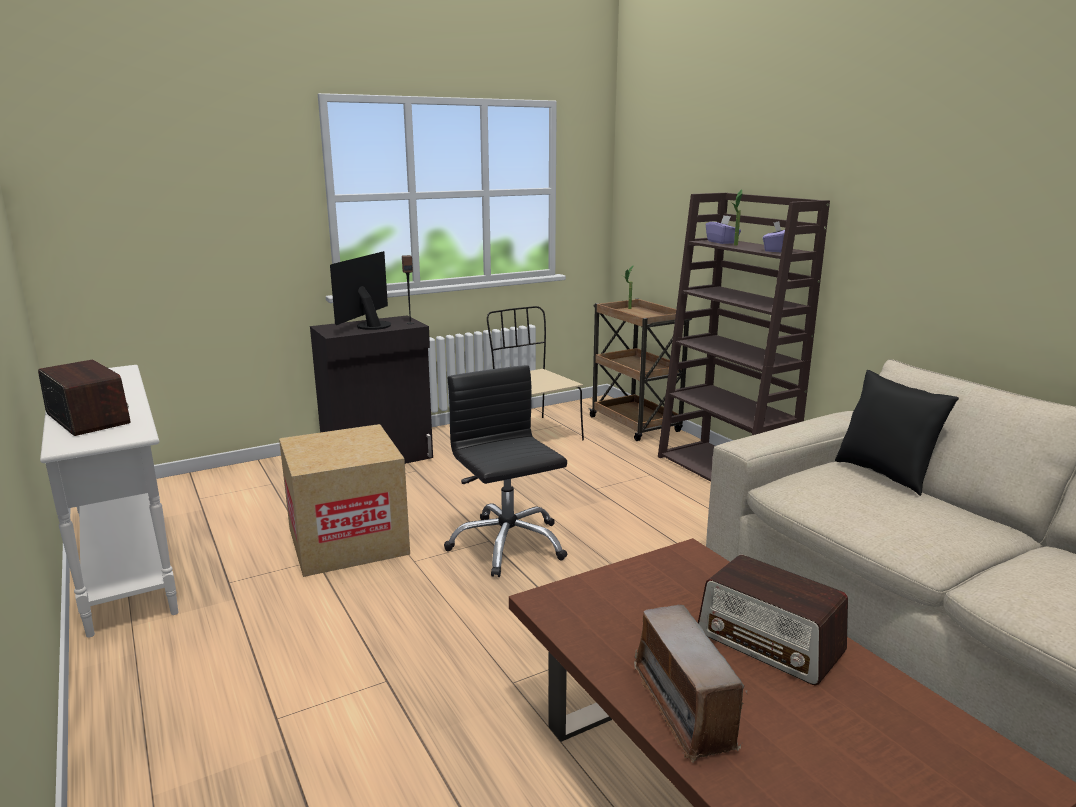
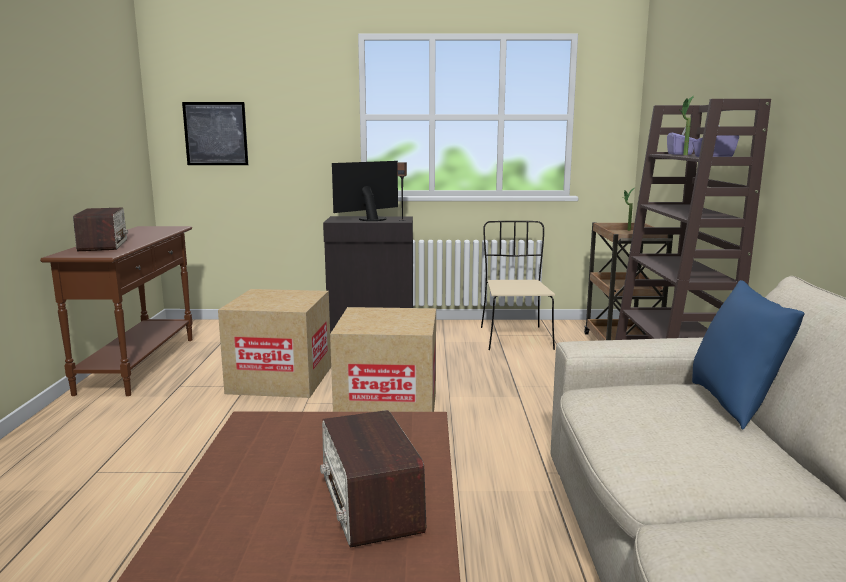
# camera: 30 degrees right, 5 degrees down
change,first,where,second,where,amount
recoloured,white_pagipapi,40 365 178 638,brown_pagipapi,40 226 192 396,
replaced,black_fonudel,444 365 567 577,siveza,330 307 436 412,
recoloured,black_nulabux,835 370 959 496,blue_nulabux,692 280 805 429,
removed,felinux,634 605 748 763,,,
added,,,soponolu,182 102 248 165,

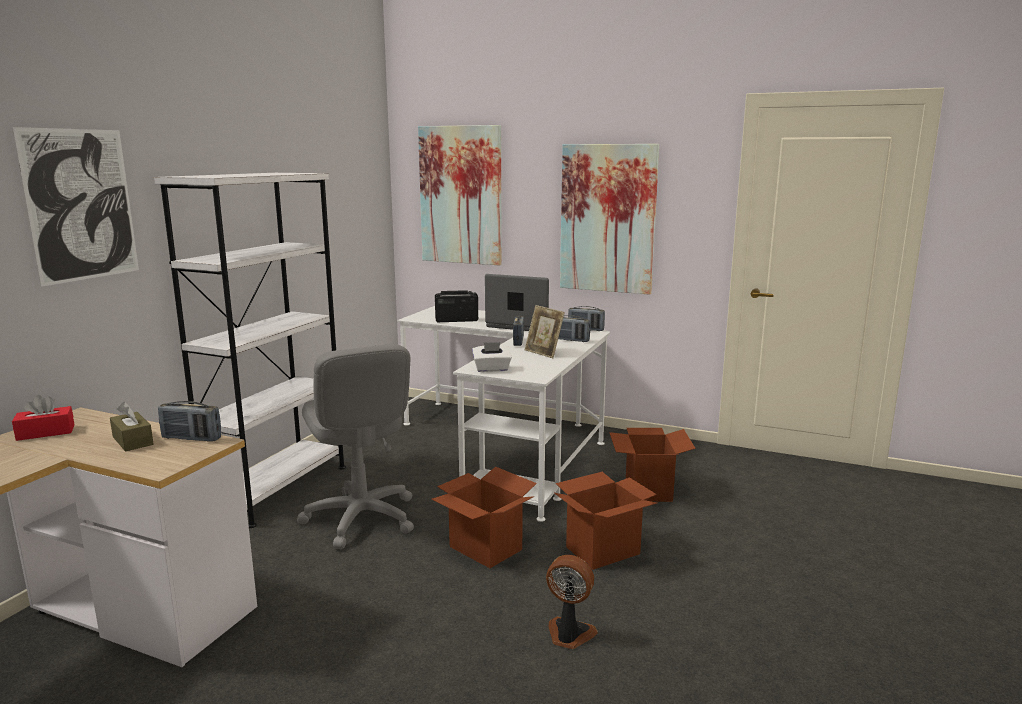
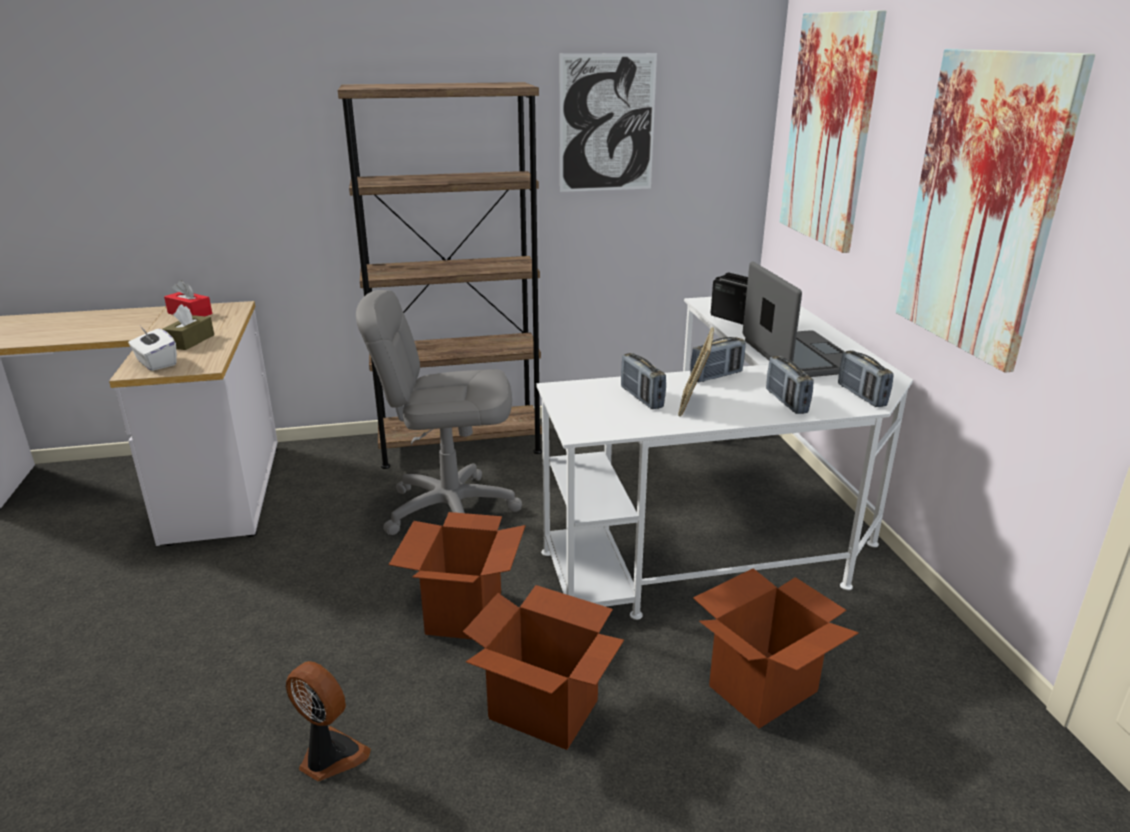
# camera: 55 degrees right, 10 degrees up
change,first,where,second,where,amount
moved,soponolu,12 127 139 287,,560 53 657 192,
recoloured,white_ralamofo,154 173 346 528,brown_ralamofo,338 82 542 469,
moved,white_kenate,472 342 512 372,,128 327 177 371,
turned,grey_fonudel,297 344 414 549,,356 290 522 535,60 degrees clockwise
moved,felinux,158 401 221 442,,621 353 666 409,
turned,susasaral,546 555 598 649,,286 661 371 781,45 degrees counterclockwise

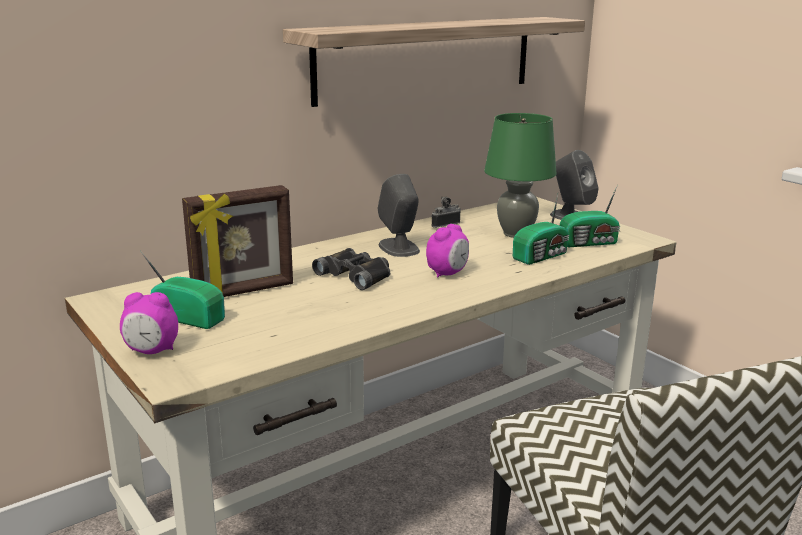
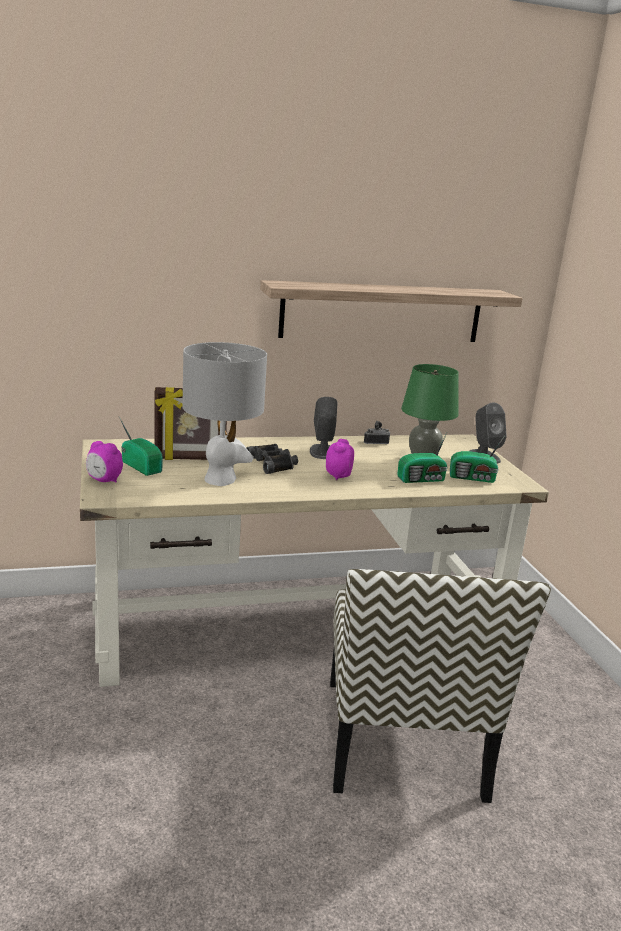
# camera: 20 degrees right, 0 degrees up
change,first,where,second,where,amount
turned,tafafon,426 224 469 277,,326 439 354 480,135 degrees clockwise
added,,,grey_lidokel,182 342 267 486,

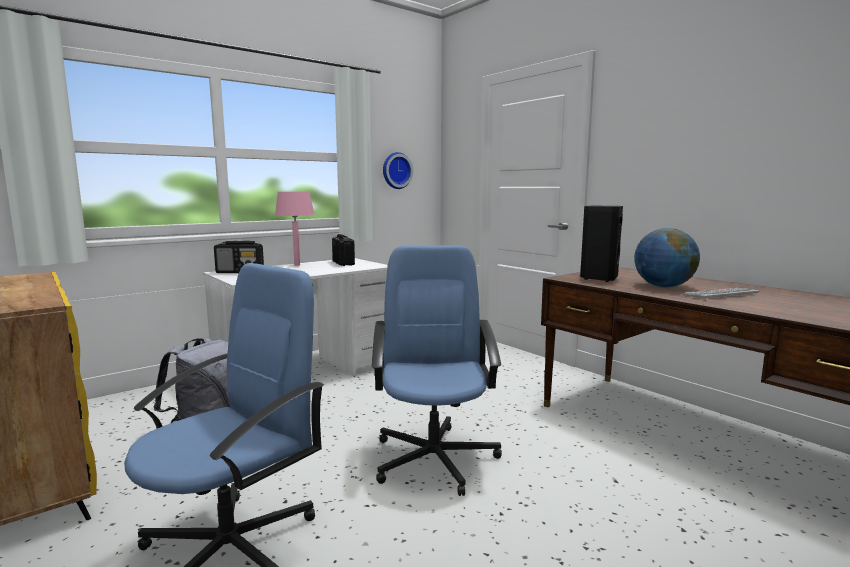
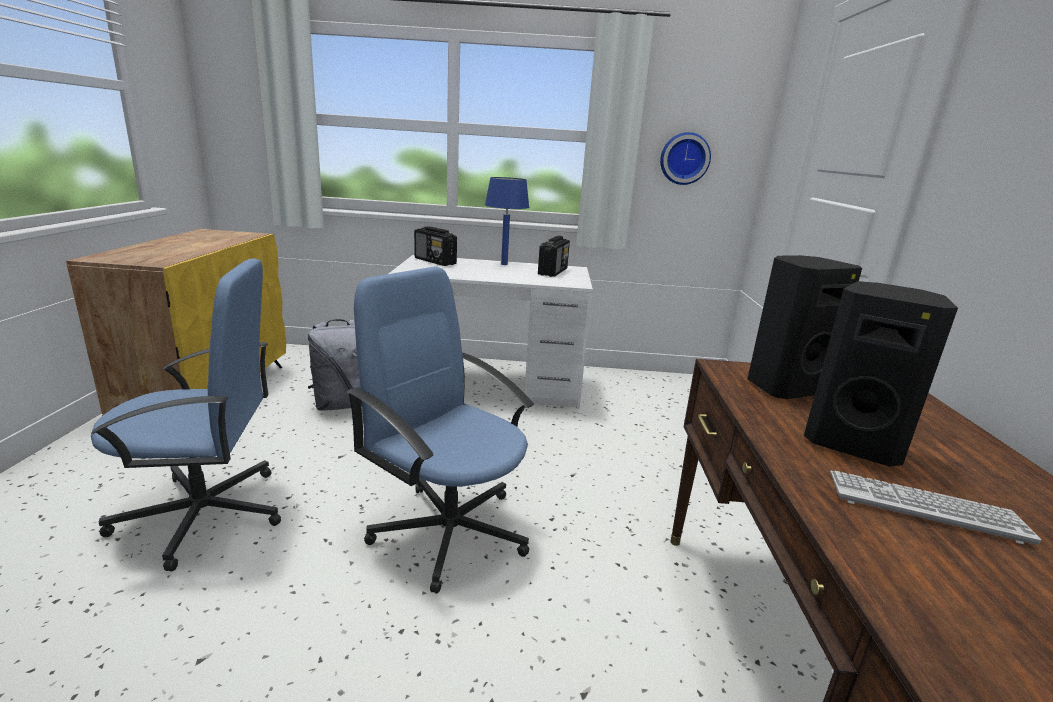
# camera: 40 degrees right, 10 degrees up
change,first,where,second,where,amount
recoloured,pink_lidokel,275 192 315 266,blue_lidokel,485 177 530 265,
replaced,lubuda,634 228 700 288,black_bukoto,804 281 958 467,
turned,blue_fonudel,372 246 502 496,,346 267 534 594,90 degrees counterclockwise

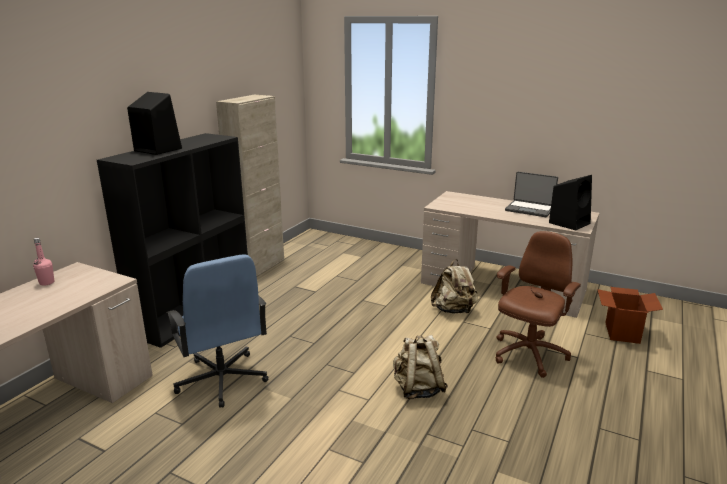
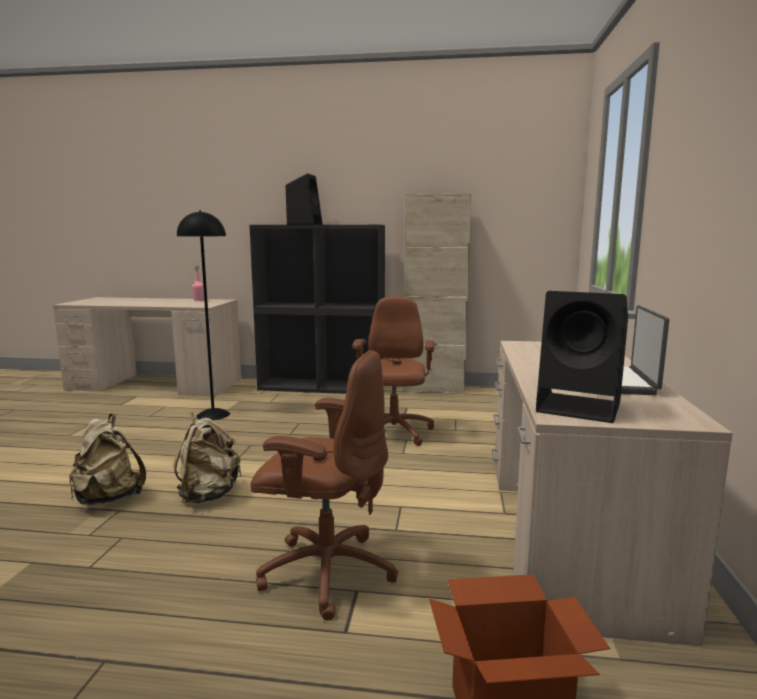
# camera: 70 degrees right, 10 degrees down
change,first,where,second,where,amount
replaced,blue_fonudel,166 254 269 408,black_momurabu,177 210 230 420,
moved,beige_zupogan,431 259 478 314,,69 414 146 505,
added,,,brown_fonudel,353 296 435 446,

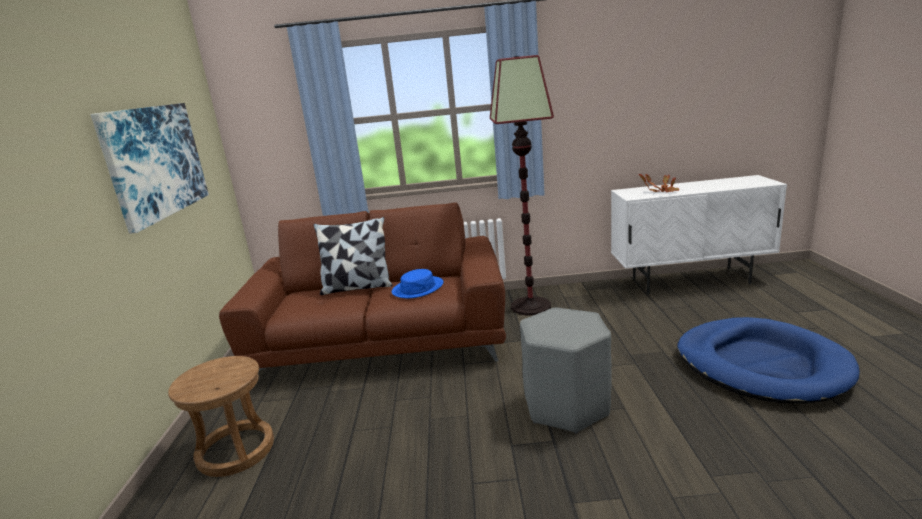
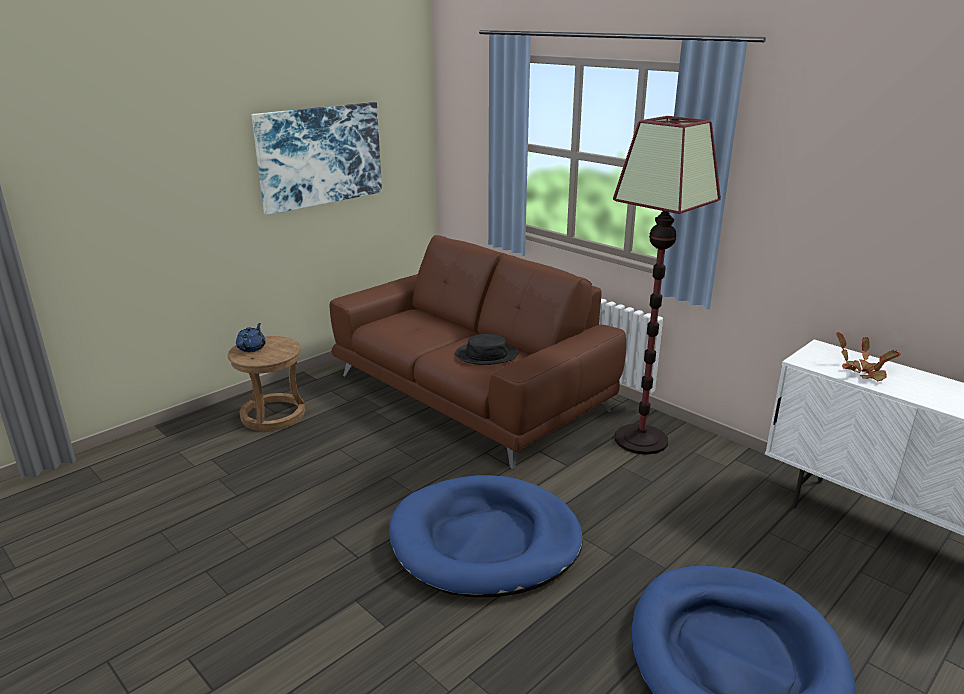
# camera: 45 degrees right, 5 degrees up
change,first,where,second,where,amount
removed,nulabux,314 217 393 295,,,
recoloured,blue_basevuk,392 269 444 298,black_basevuk,455 334 518 365,
replaced,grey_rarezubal,520 307 612 433,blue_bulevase,389 475 583 598,
added,,,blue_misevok,236 323 266 352,

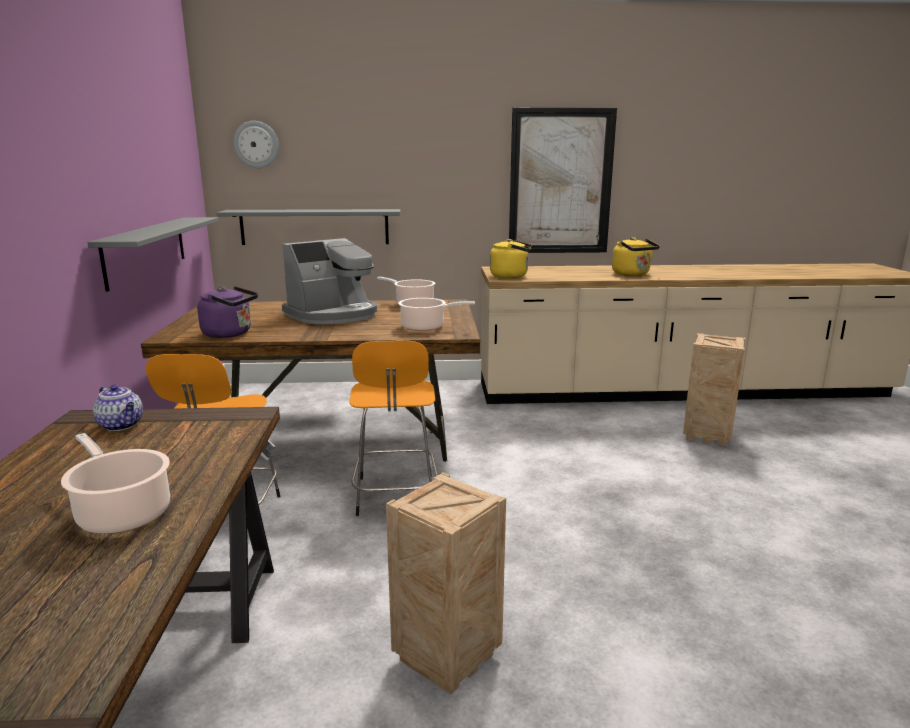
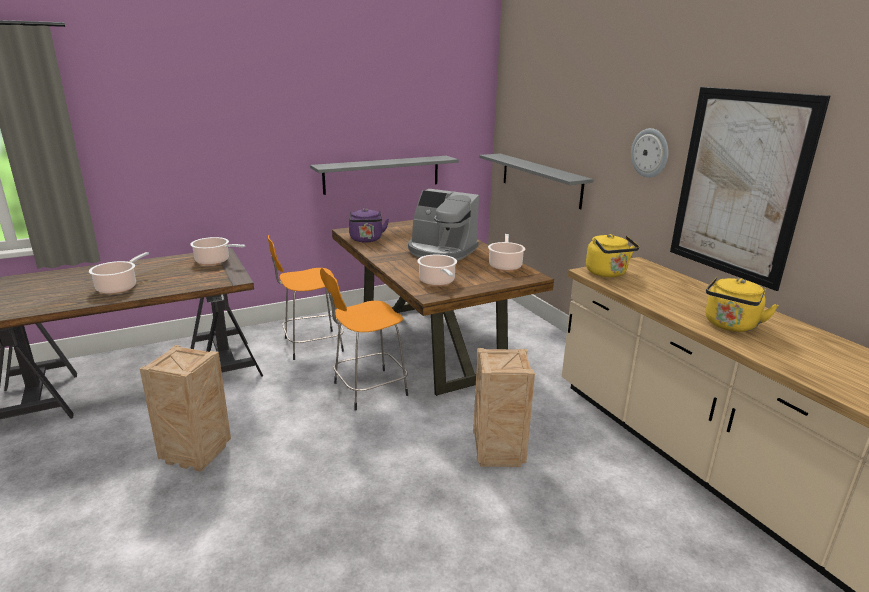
# camera: 65 degrees right, 5 degrees up
change,first,where,second,where,amount
moved,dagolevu,233 121 279 168,,631 128 668 178,
moved,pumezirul,683 333 745 446,,473 348 535 467,
replaced,misevok,93 385 143 431,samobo,190 237 245 265,

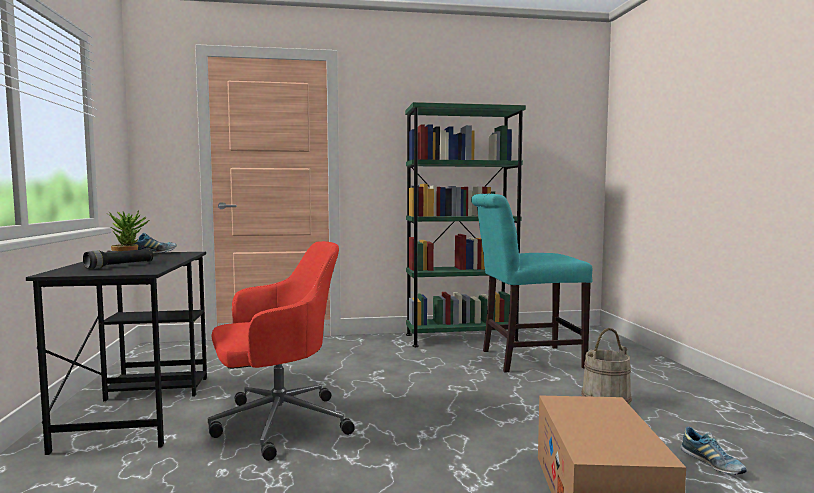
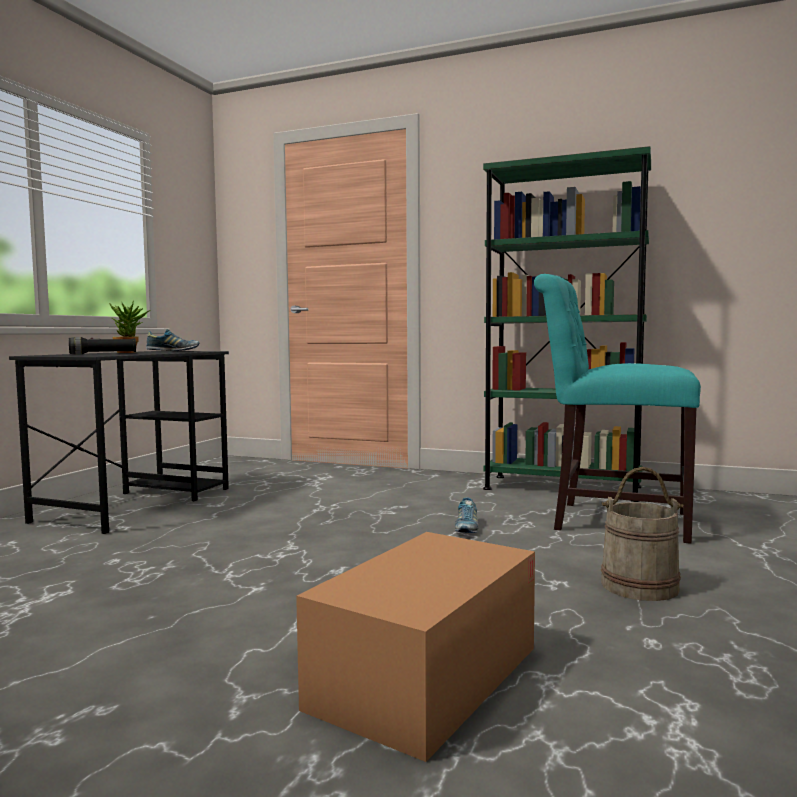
# camera: 30 degrees right, 0 degrees up
change,first,where,second,where,amount
removed,red_fonudel,208 241 355 461,,,
moved,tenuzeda,680 427 747 475,,455 497 479 533,

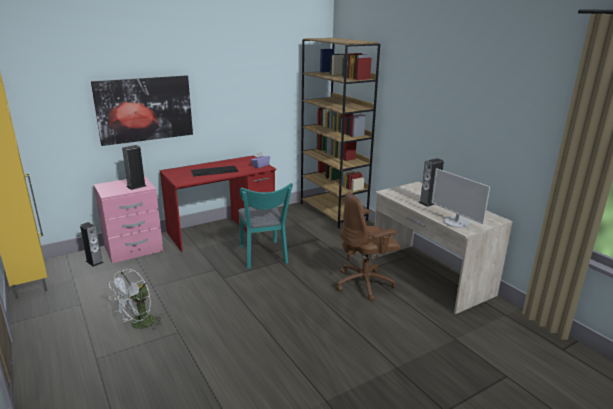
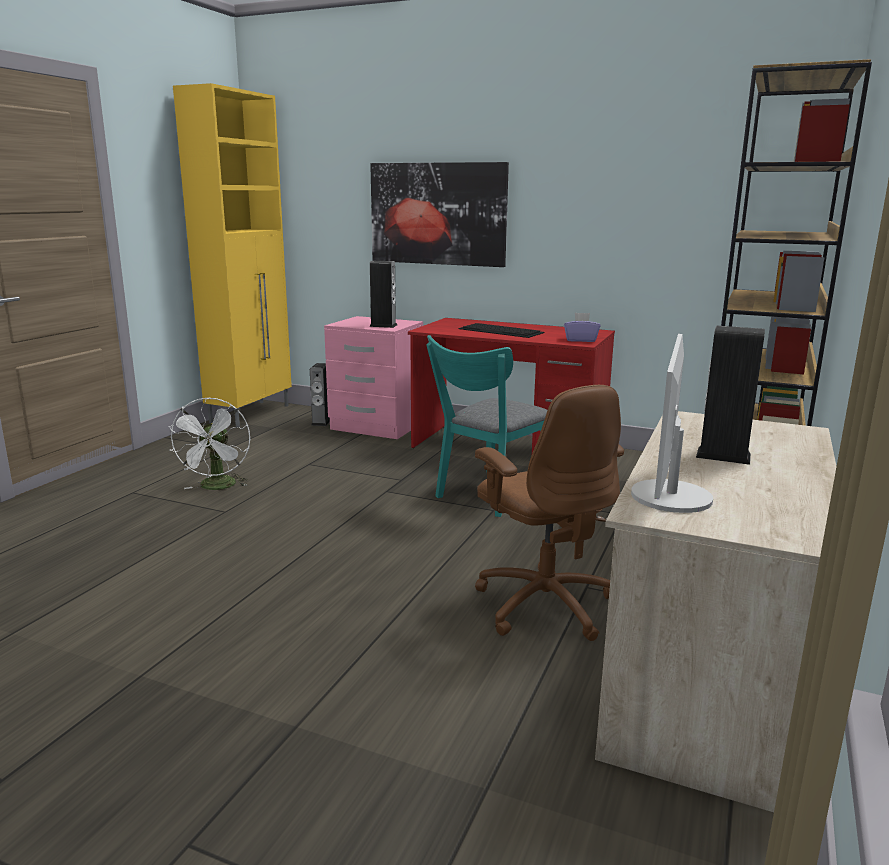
# camera: 55 degrees right, 5 degrees down
change,first,where,second,where,amount
turned,brown_fonudel,337 192 400 301,,475 385 624 641,150 degrees counterclockwise
turned,white_susasaral,109 269 163 331,,168 397 250 490,90 degrees counterclockwise

